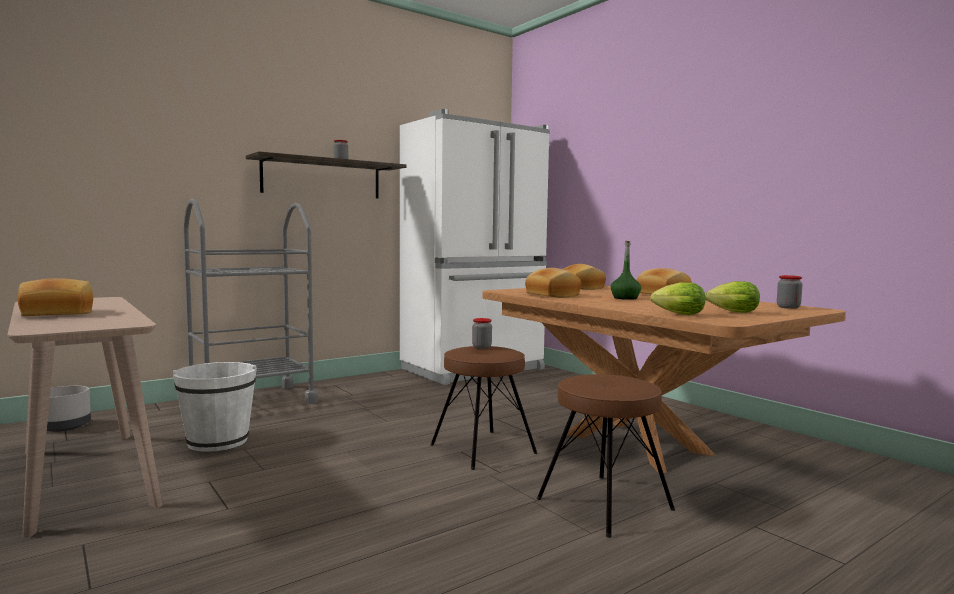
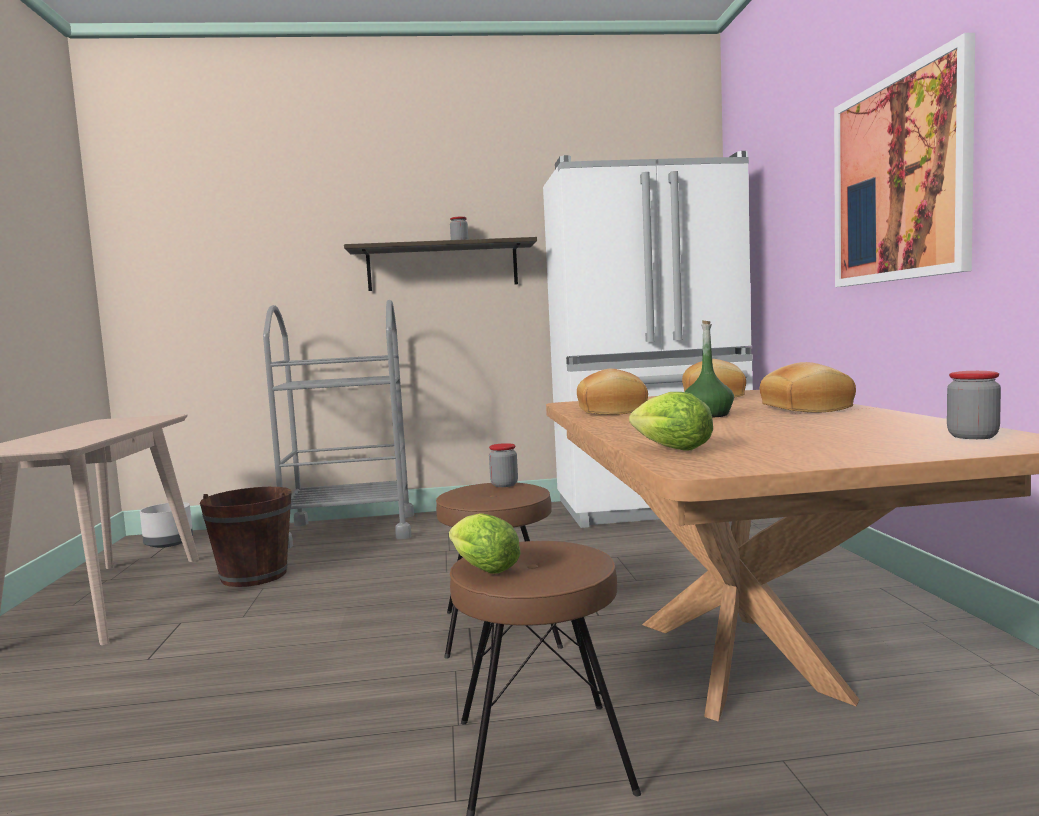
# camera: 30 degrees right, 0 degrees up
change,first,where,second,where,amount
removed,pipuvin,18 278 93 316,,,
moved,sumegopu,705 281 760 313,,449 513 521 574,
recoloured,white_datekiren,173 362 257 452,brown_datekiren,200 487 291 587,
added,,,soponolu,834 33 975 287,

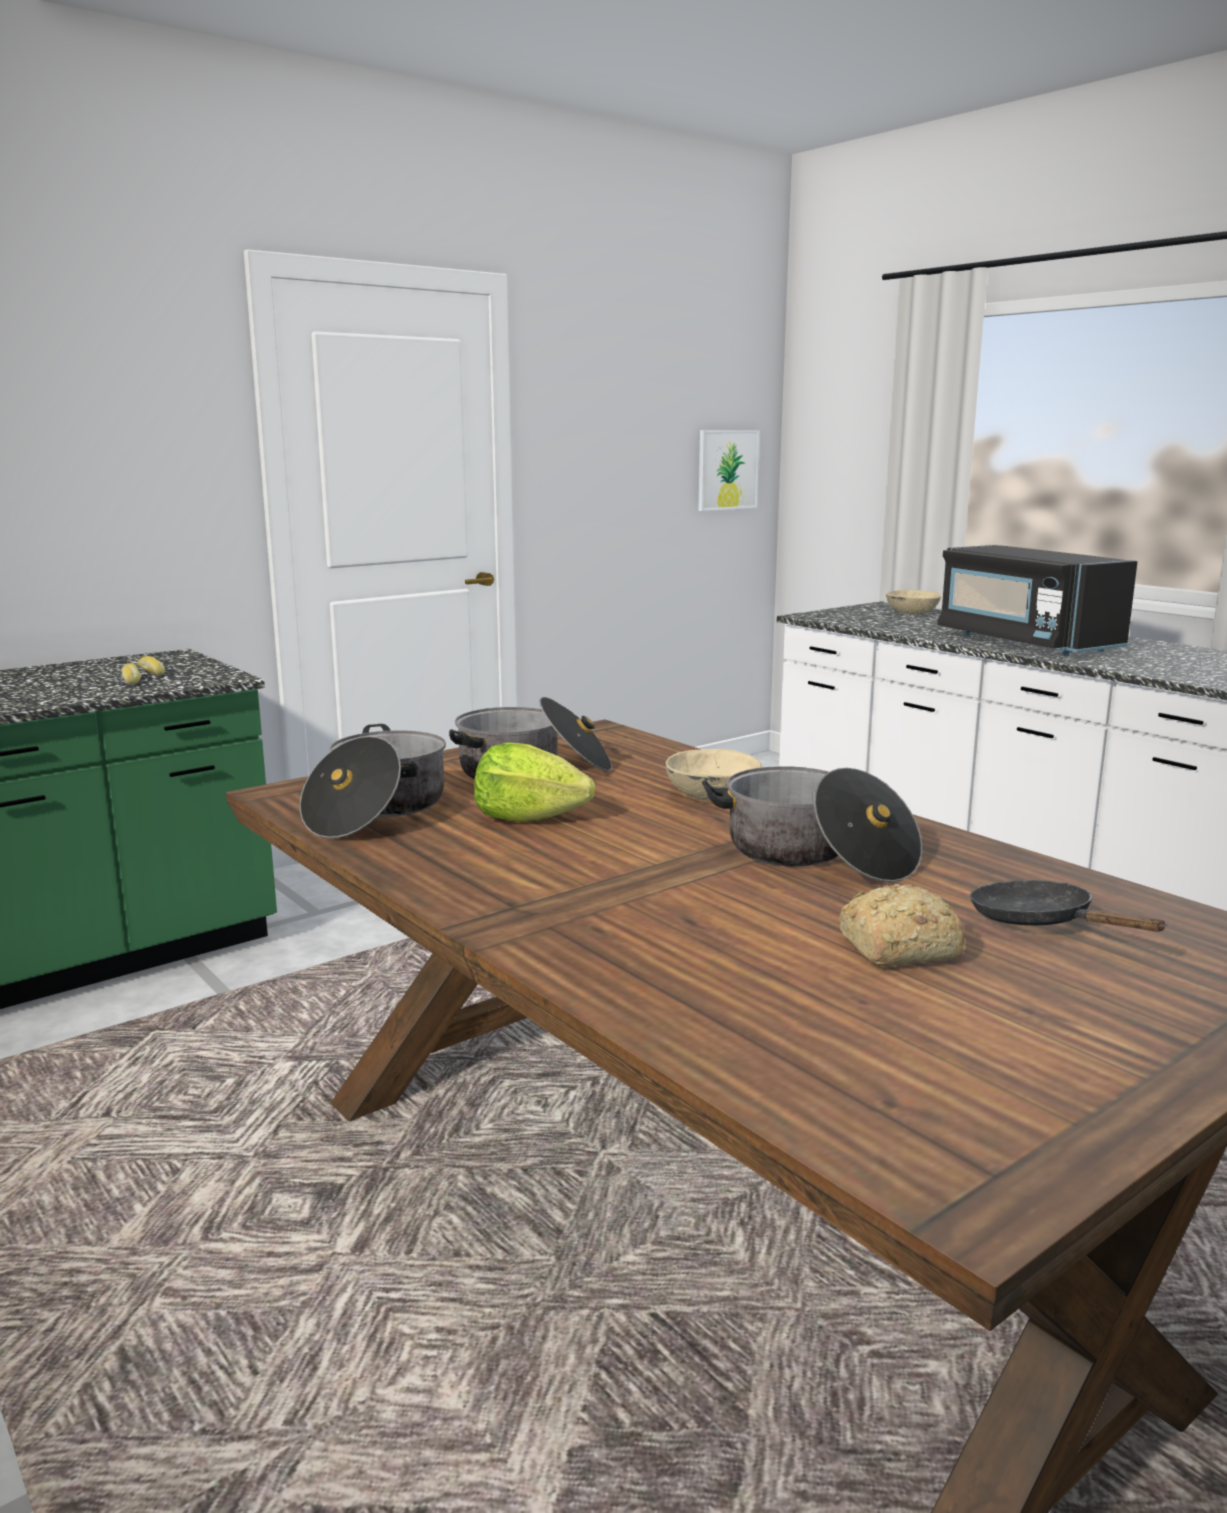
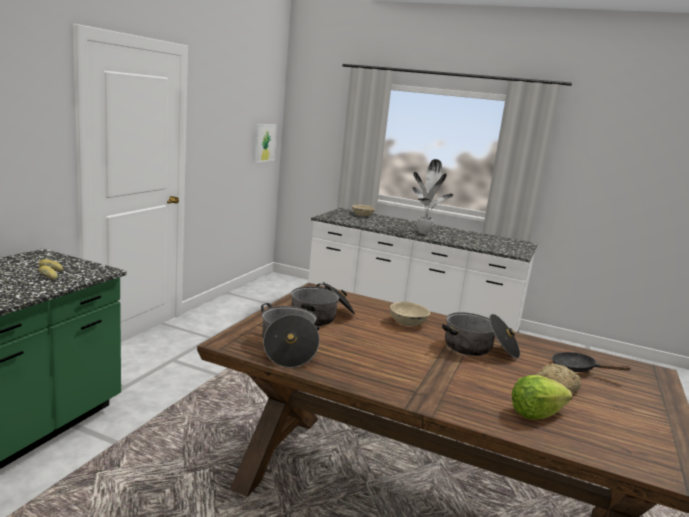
# camera: 30 degrees left, 0 degrees up
change,first,where,second,where,amount
replaced,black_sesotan,937 545 1137 656,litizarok,412 159 453 234,
moved,sumegopu,474 742 595 822,,512 375 573 419,

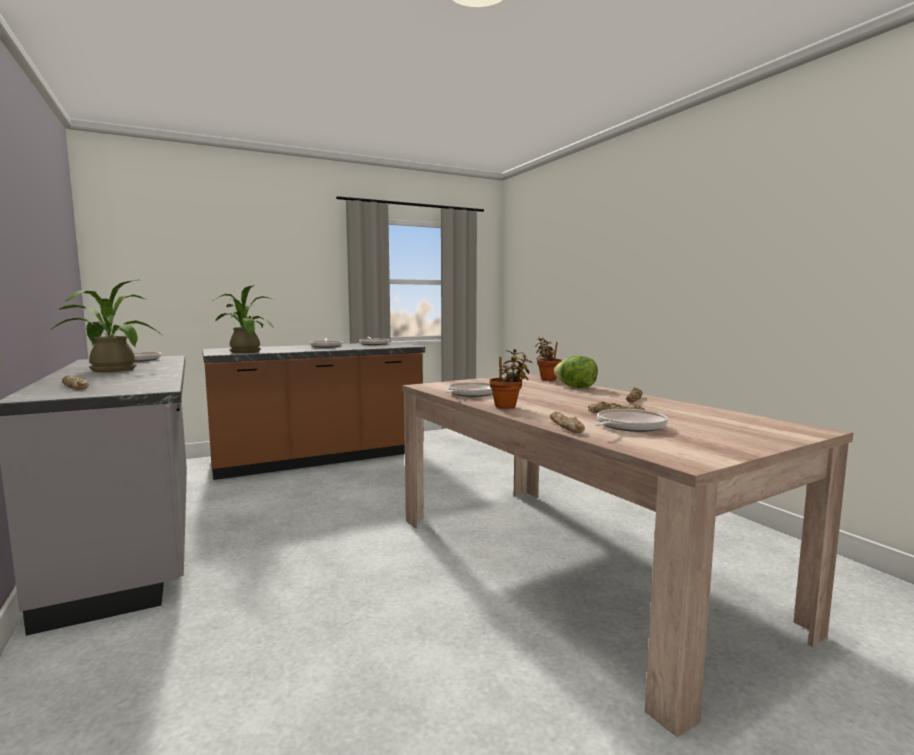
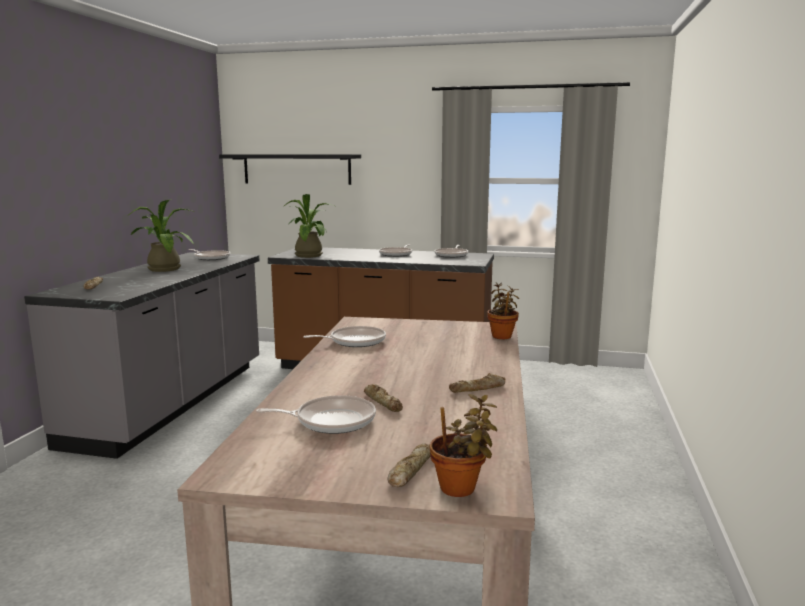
# camera: 40 degrees right, 5 degrees up
change,first,where,second,where,amount
moved,litizarok,489 349 532 409,,430 394 497 497,
removed,sumegopu,554 356 598 388,,,
moved,pipuvin,550 411 585 433,,387 443 430 487,
added,,,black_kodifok,219 154 361 185,

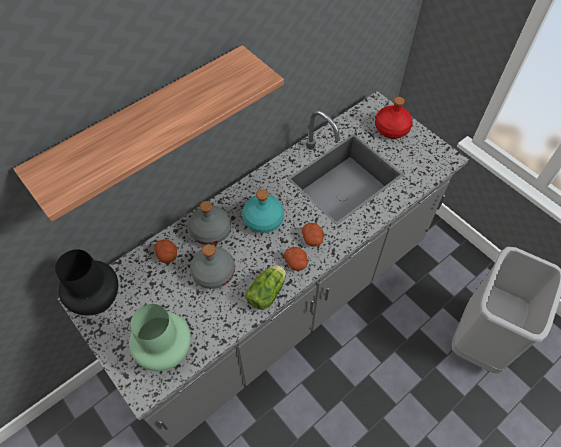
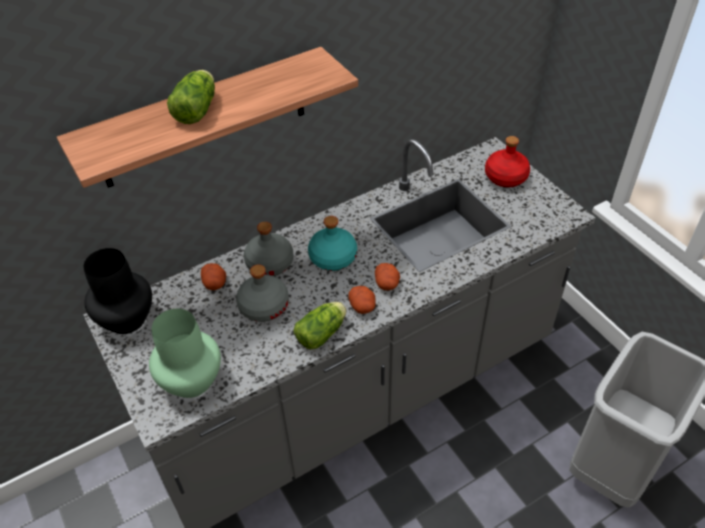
# camera: 10 degrees right, 10 degrees down
change,first,where,second,where,amount
added,,,sumegopu,167 70 215 124,

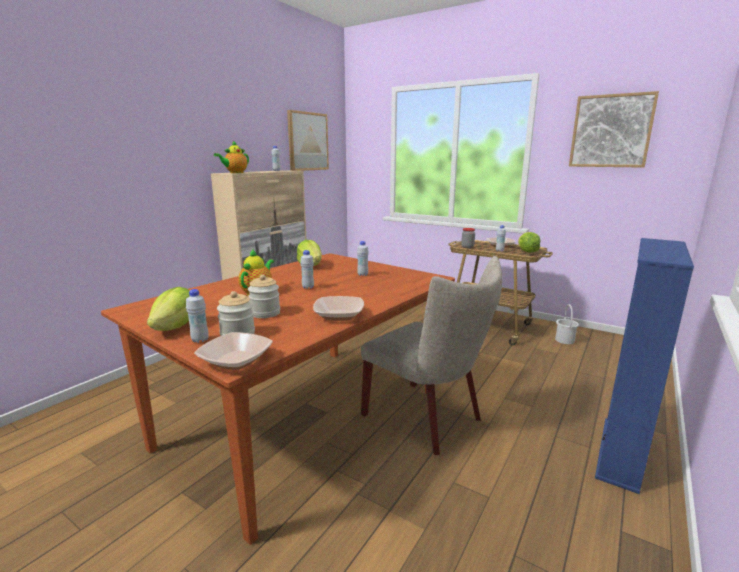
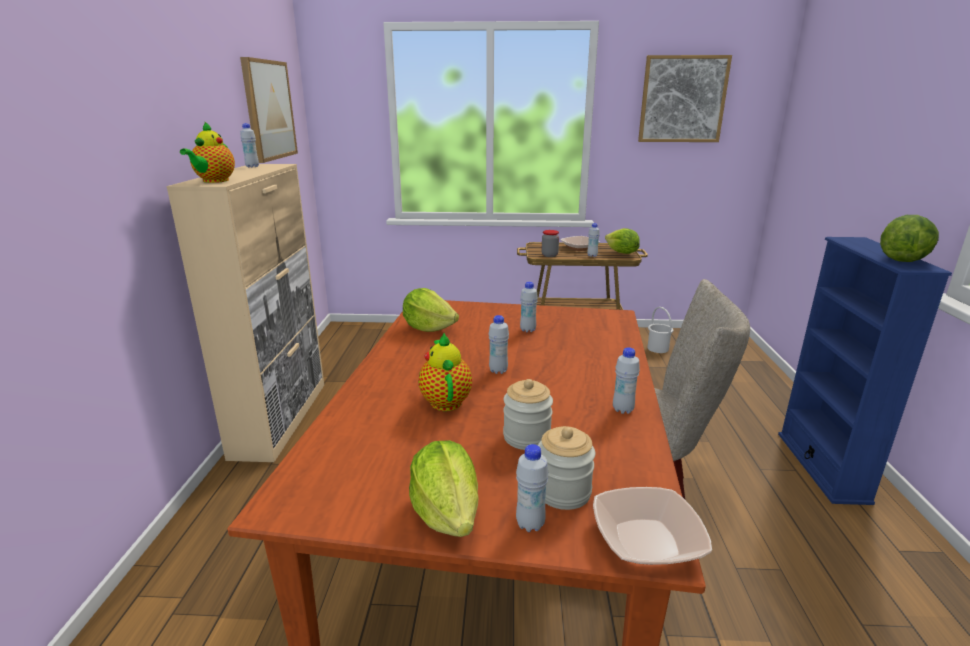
# camera: 30 degrees left, 5 degrees up
change,first,where,second,where,amount
replaced,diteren,313 296 364 321,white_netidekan,613 347 640 414,
added,,,sumegopu,880 215 939 262,

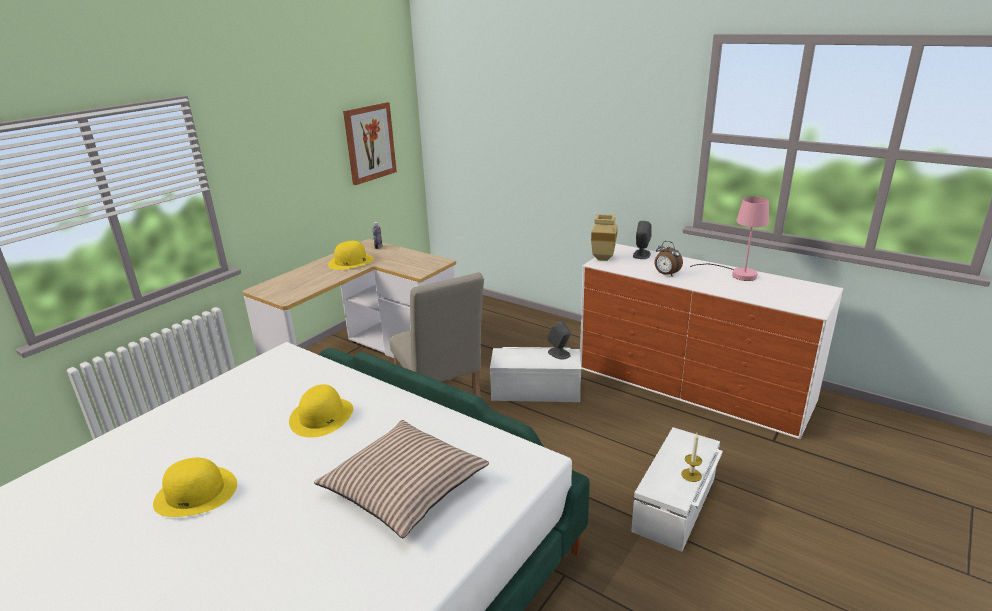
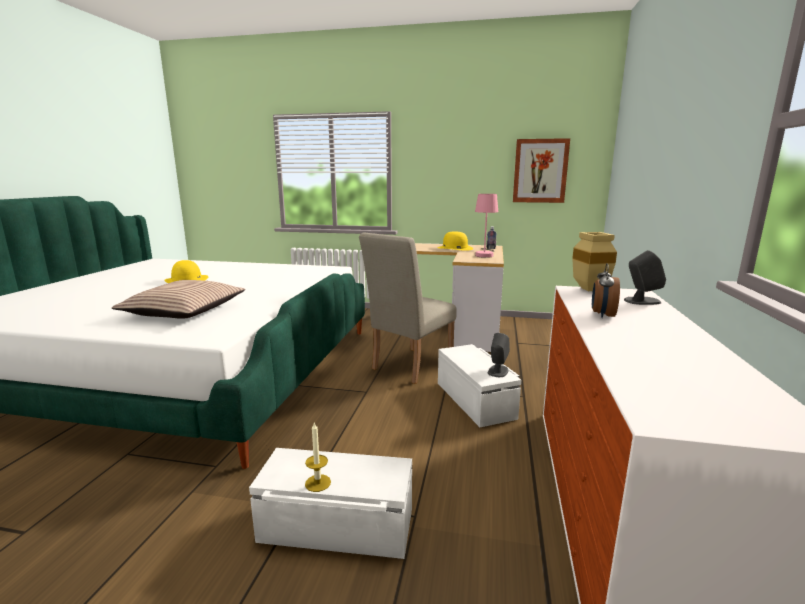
# camera: 65 degrees right, 10 degrees down
change,first,where,second,where,amount
moved,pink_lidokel,690 197 769 281,,475 194 498 258,
removed,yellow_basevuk,289 384 353 437,,,

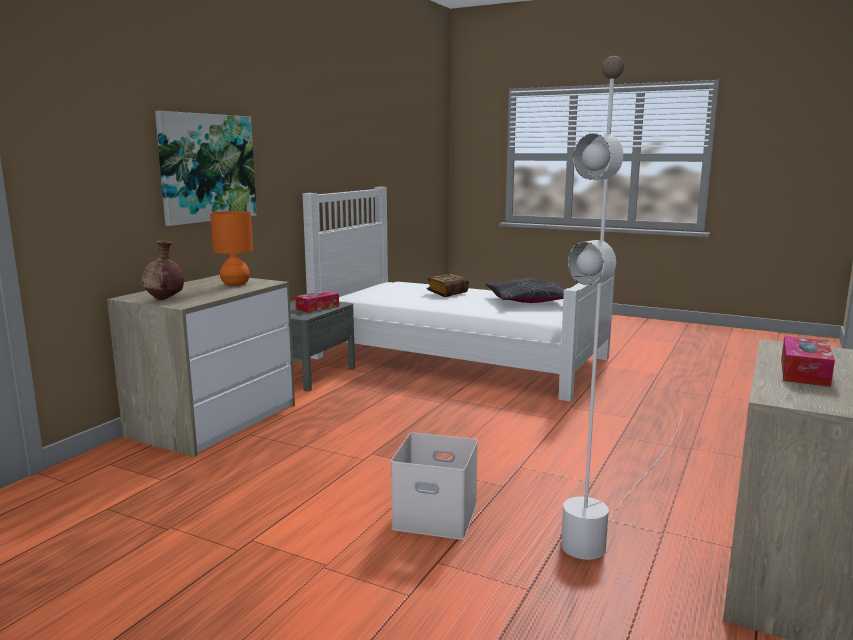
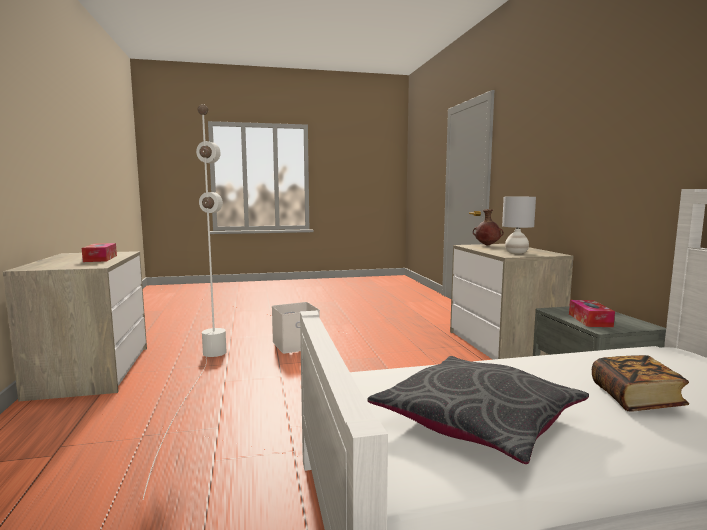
# camera: 140 degrees right, 5 degrees down
change,first,where,second,where,amount
removed,soponolu,155 111 257 226,,,
recoloured,orange_lidokel,210 211 253 286,grey_lidokel,502 197 536 254,

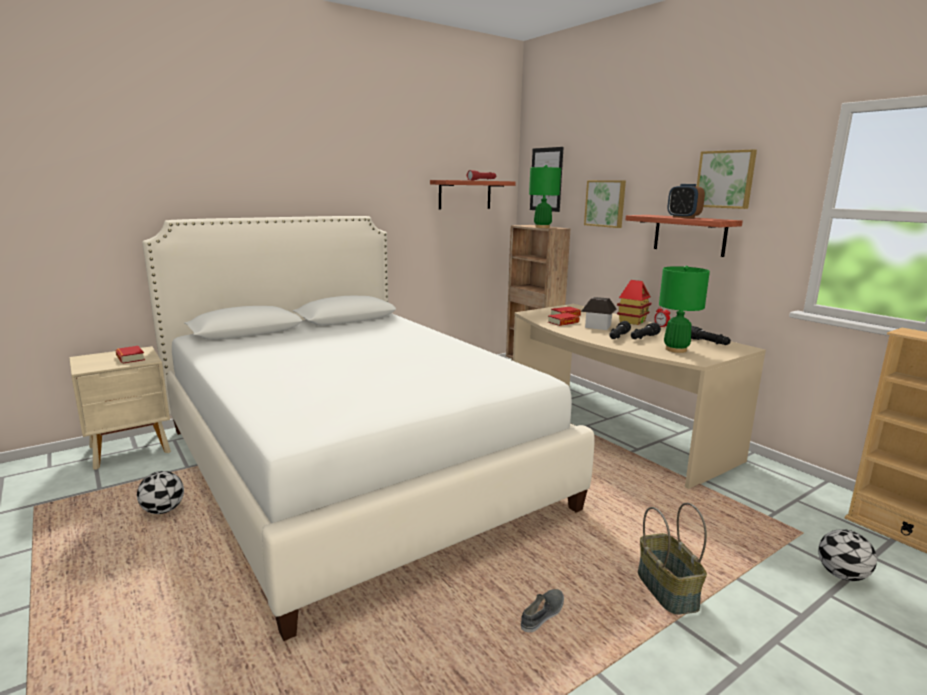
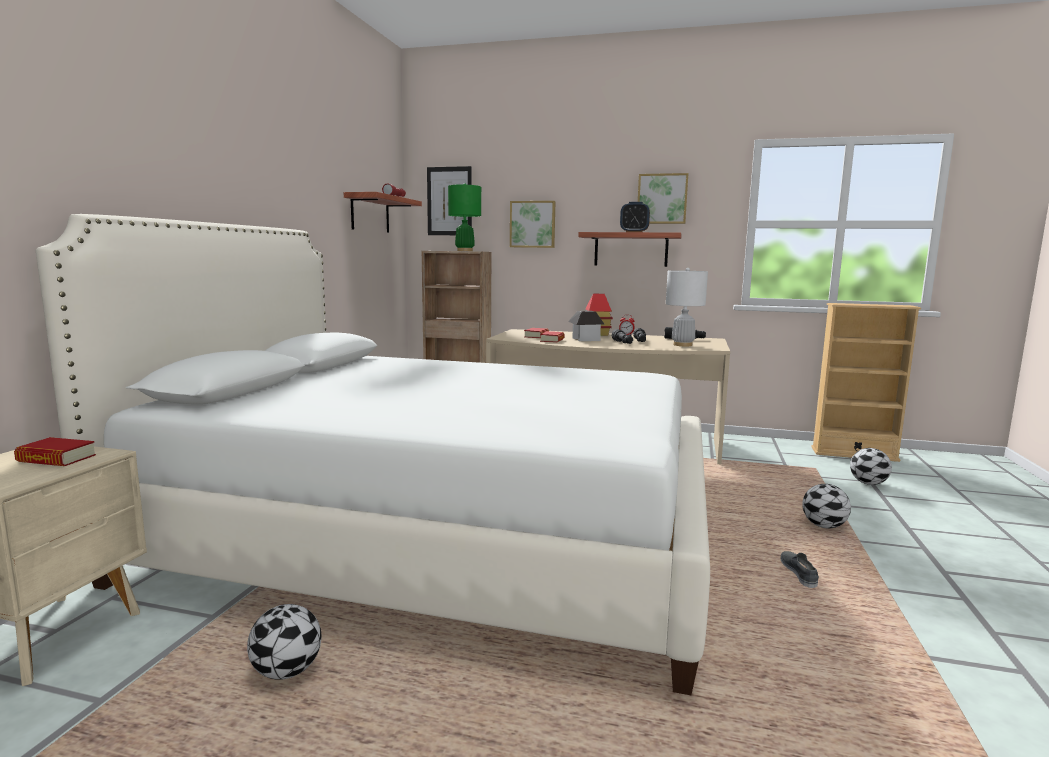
# camera: 40 degrees left, 5 degrees down
change,first,where,second,where,amount
recoloured,green_lidokel,659 266 710 353,white_lidokel,666 268 708 346,
replaced,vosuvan,638 503 707 615,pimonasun,802 484 851 528,

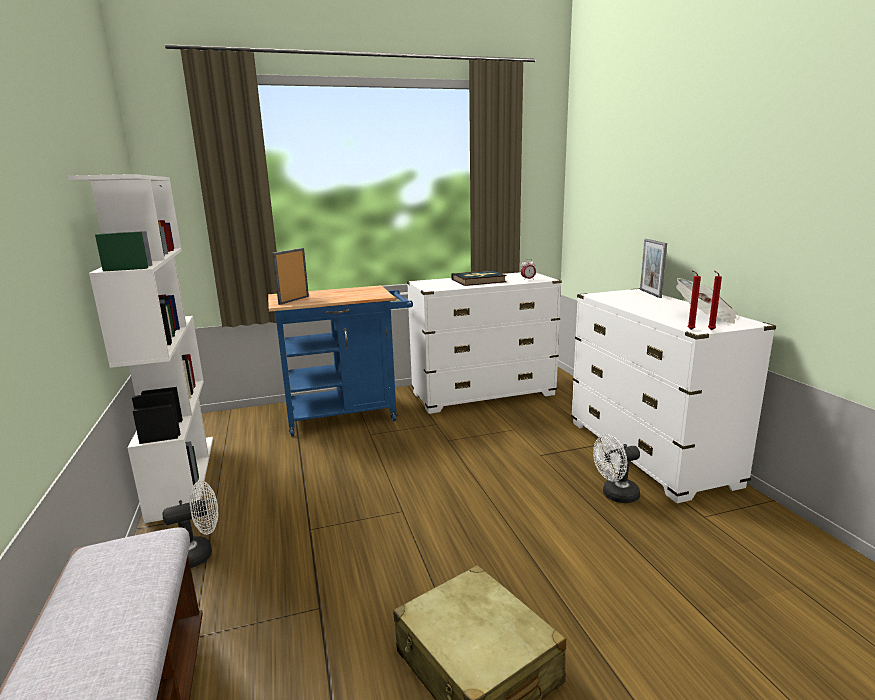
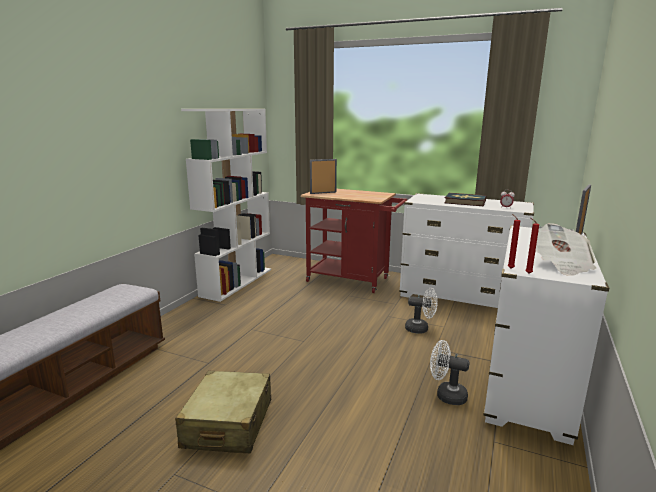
# camera: 40 degrees right, 0 degrees up
change,first,where,second,where,amount
recoloured,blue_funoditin,268 285 413 437,red_funoditin,301 189 407 293,
moved,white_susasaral,162 481 218 568,,405 288 438 333,

